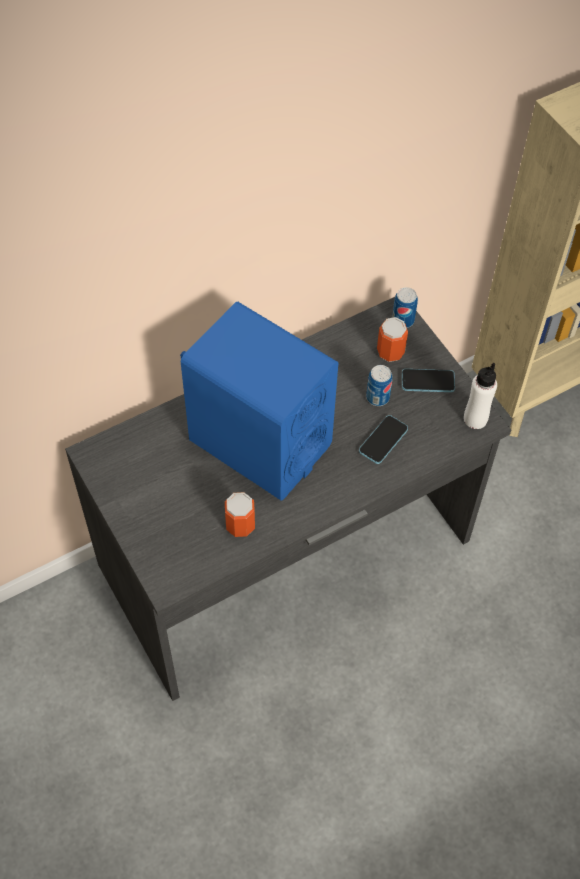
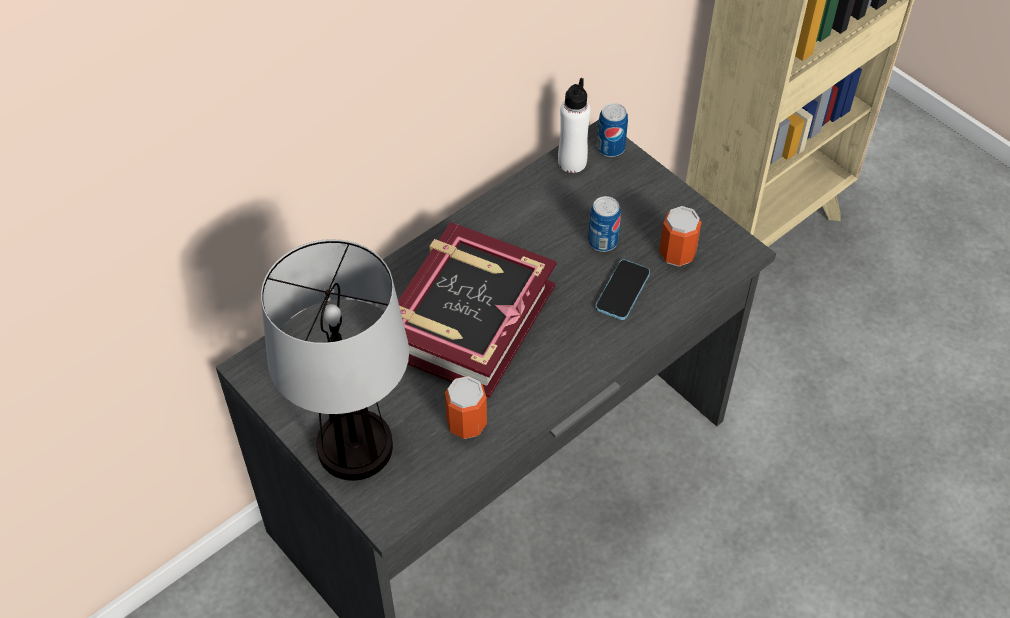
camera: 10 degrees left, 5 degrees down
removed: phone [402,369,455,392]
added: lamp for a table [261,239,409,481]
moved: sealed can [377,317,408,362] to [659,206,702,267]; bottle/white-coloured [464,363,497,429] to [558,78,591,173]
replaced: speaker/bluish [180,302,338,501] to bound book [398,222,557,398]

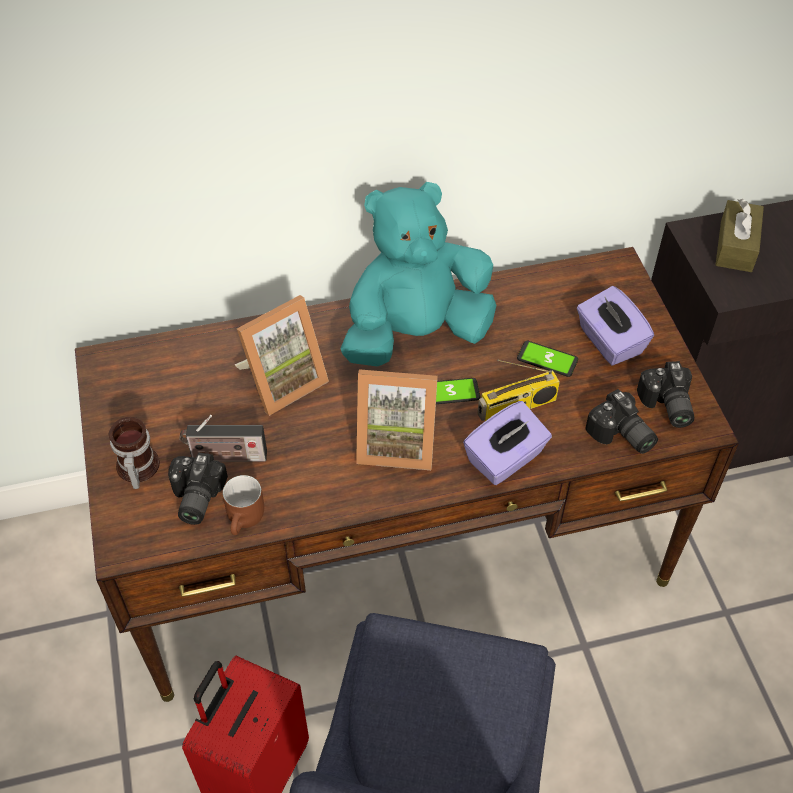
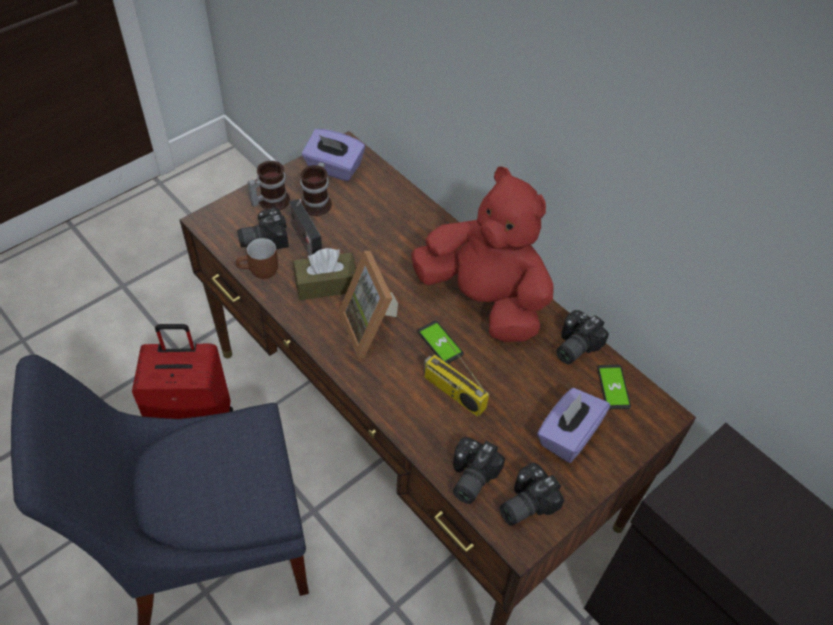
camera: 60 degrees right, 0 degrees up
removed: standing frame [235,295,329,416]
added: tea mug [300,162,332,216]; still camera [556,310,609,364]
moved: tissue box/purplish [463,401,552,485] to [302,129,365,181]; phone [517,341,578,377] to [597,365,631,409]; tissue box/brownish [716,199,764,272] to [293,248,356,300]
recoloured: soft toy/blue-green [340,182,496,366] to soft toy/reddish [411,167,554,342]

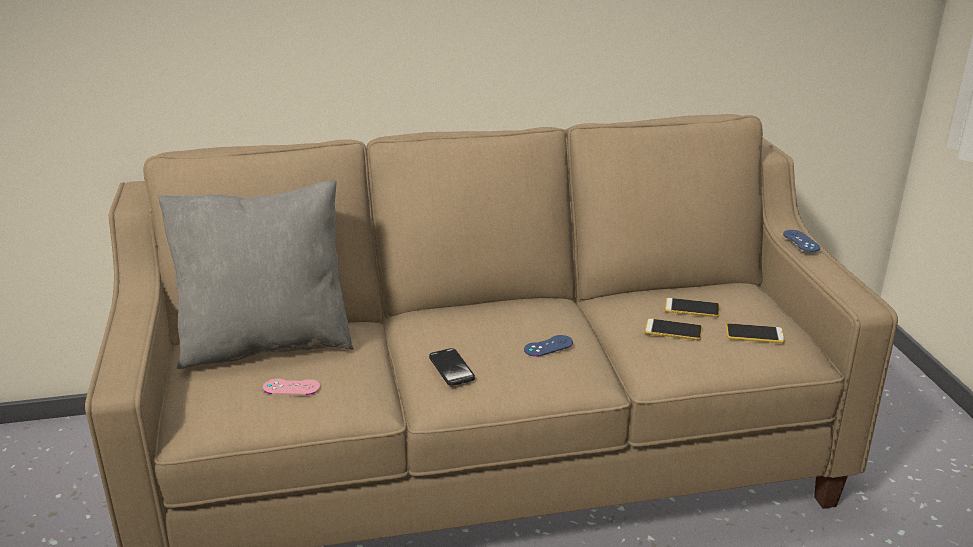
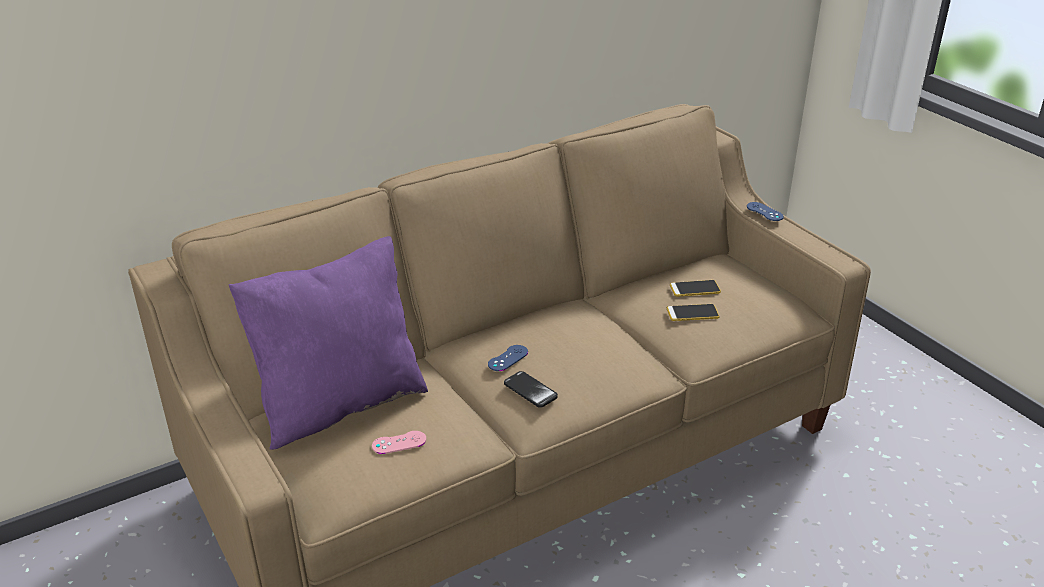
camera: 20 degrees left, 5 degrees up
removed: phone [726,323,785,343]
moved: game controller/bluish [524,335,573,357] to [488,345,528,371]
recoloured: pillow/gray [158,180,354,369] to pillow/purplish [229,236,428,450]

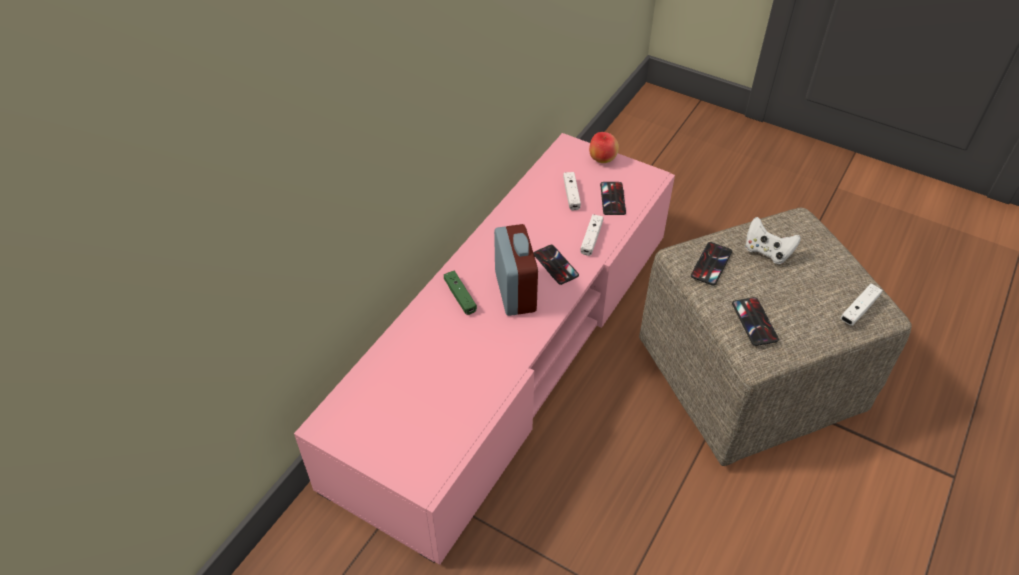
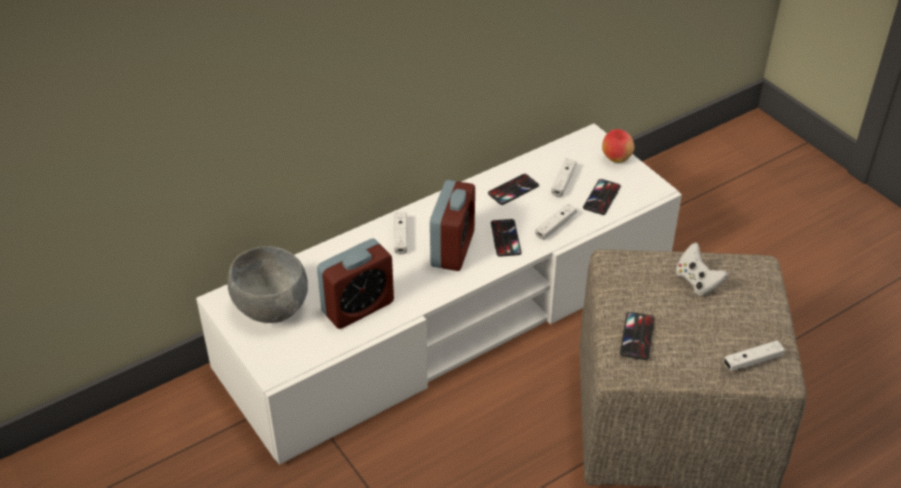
camera: 25 degrees right, 5 degrees down
added: deep dish/gray [227,246,308,323]; bedside clock [317,239,394,329]
moved: phone [691,242,732,286] to [488,174,539,205]
recoloured: media console/pinkish [294,133,675,565] to media console/white-coloured [196,123,682,465]; game controller/green-coloured [444,271,477,315] to game controller/white-coloured [394,212,407,254]

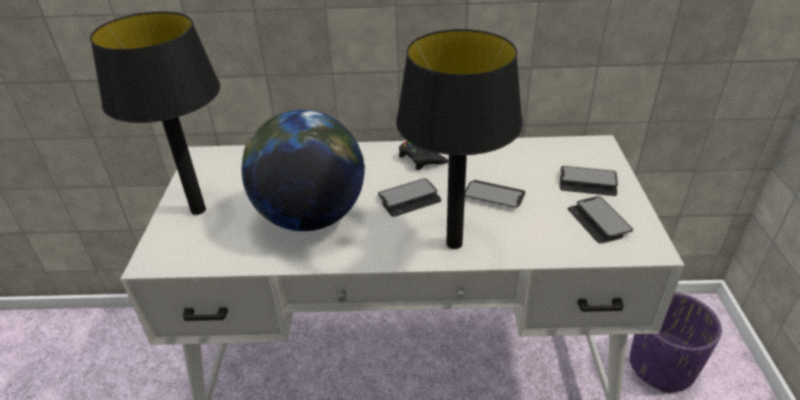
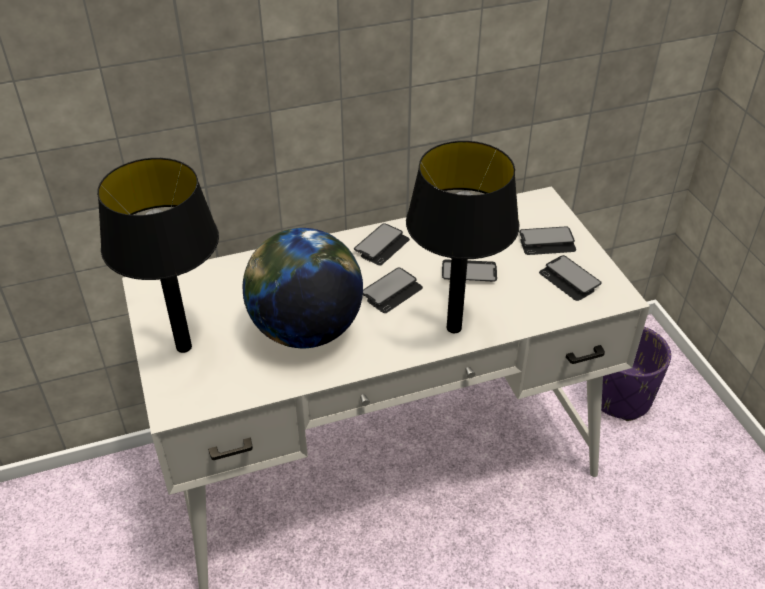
camera: 20 degrees left, 5 degrees up
replaced: game controller/blackish [399,141,448,170] to phone [354,223,410,266]

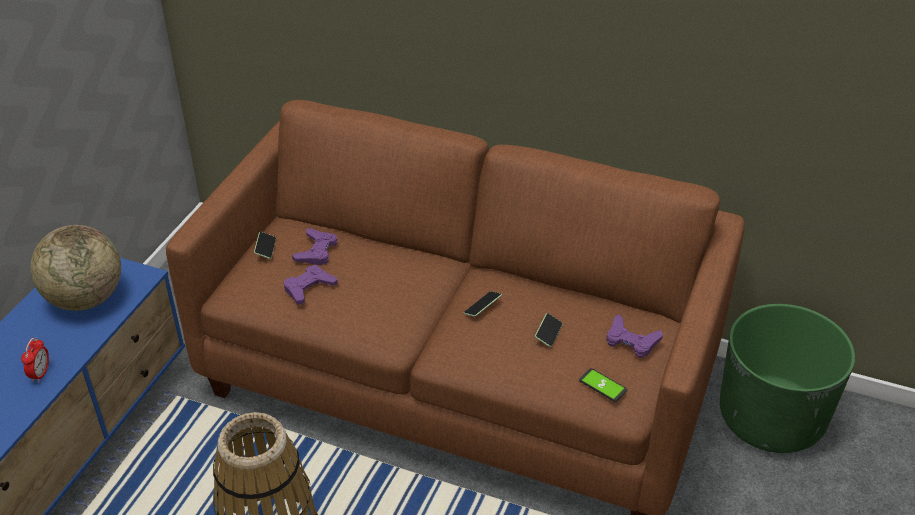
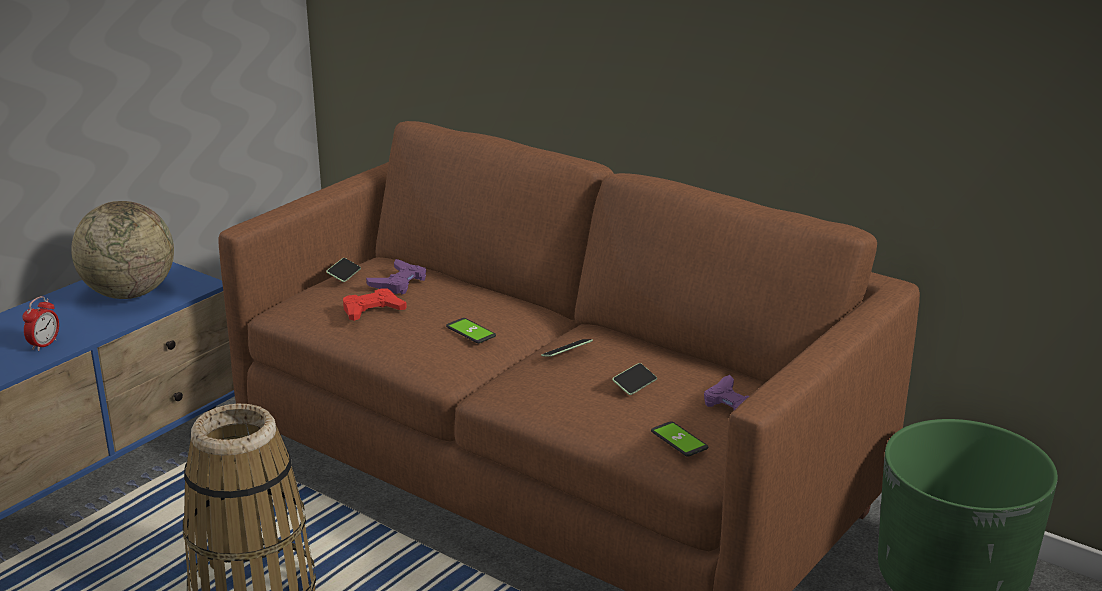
camera: 15 degrees right, 15 degrees down
added: phone [446,318,496,343]
recoloured: game controller/purplish [284,265,338,305] to game controller/reddish [343,289,407,321]

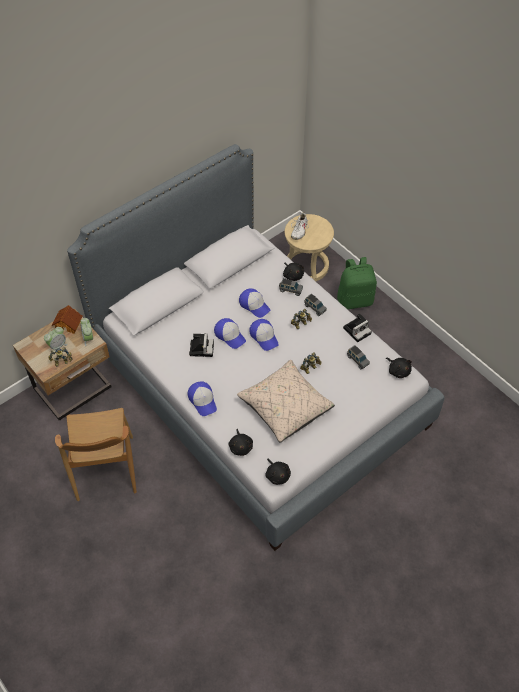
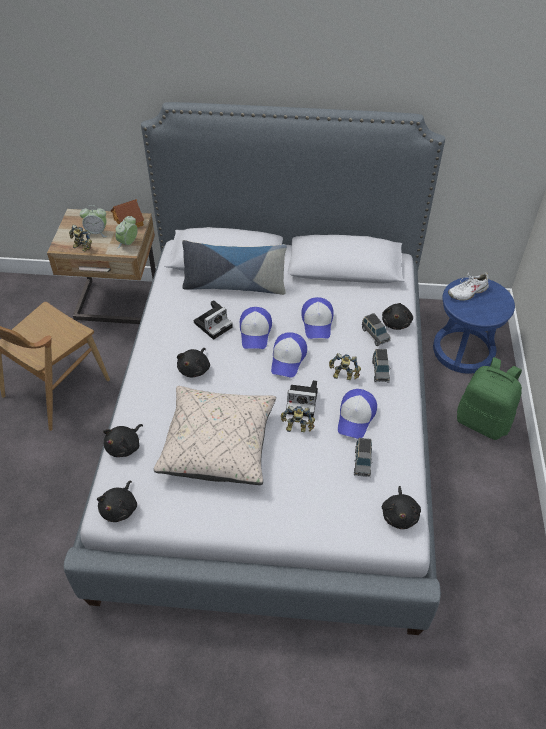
camera: 45 degrees right, 5 degrees down
added: soft toy/blackish [177,348,210,378]; pillow [182,240,287,295]
moved: peaked cap [188,381,217,416] to [338,389,377,439]; still camera [343,313,372,342] to [286,380,318,417]
recoloured: stool seat/sand-coloured [284,214,334,281] to stool seat/bluish [433,277,515,374]

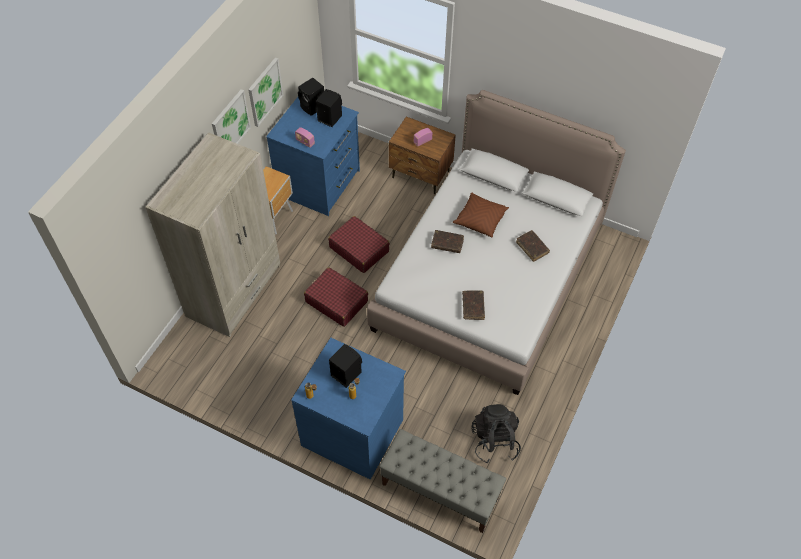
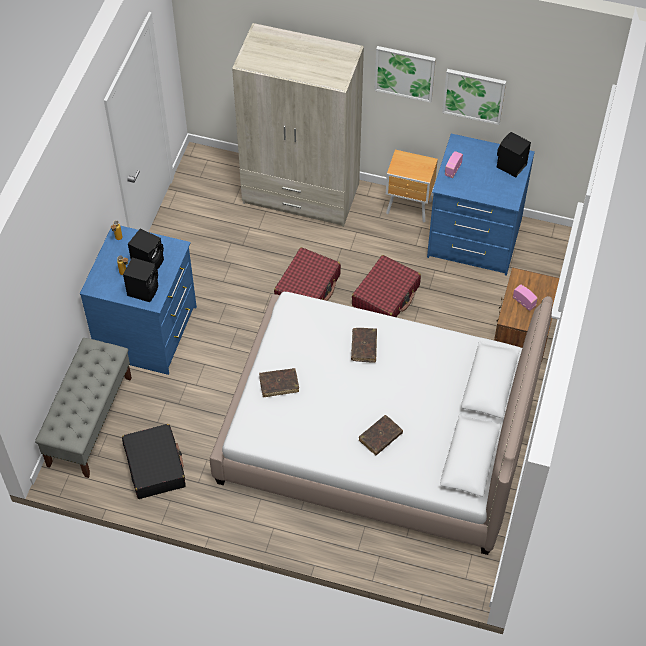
camera: 80 degrees right, 0 degrees up
removed: pillow/brownish [453,192,509,238]
moved: speaker/blackish [316,89,342,127] to [123,258,158,302]
replaced: knapsack/blackish [472,404,521,463] to travel case/blackish [122,424,186,499]

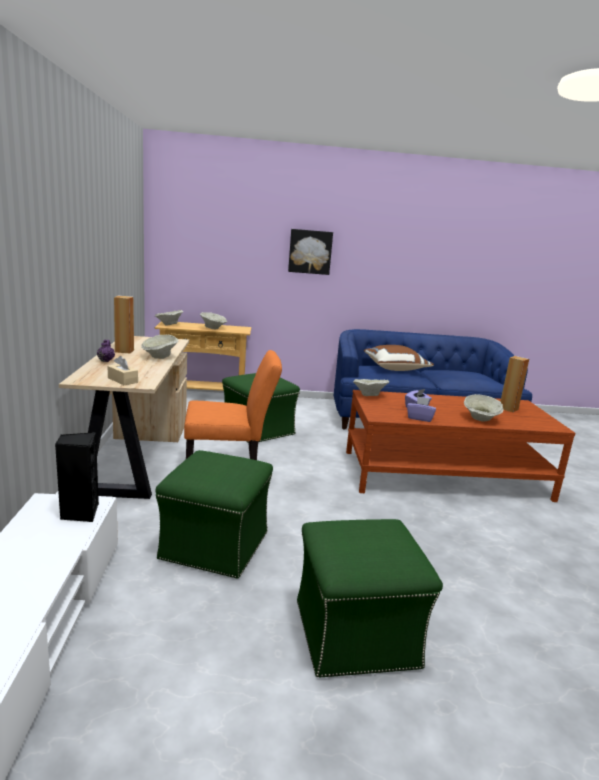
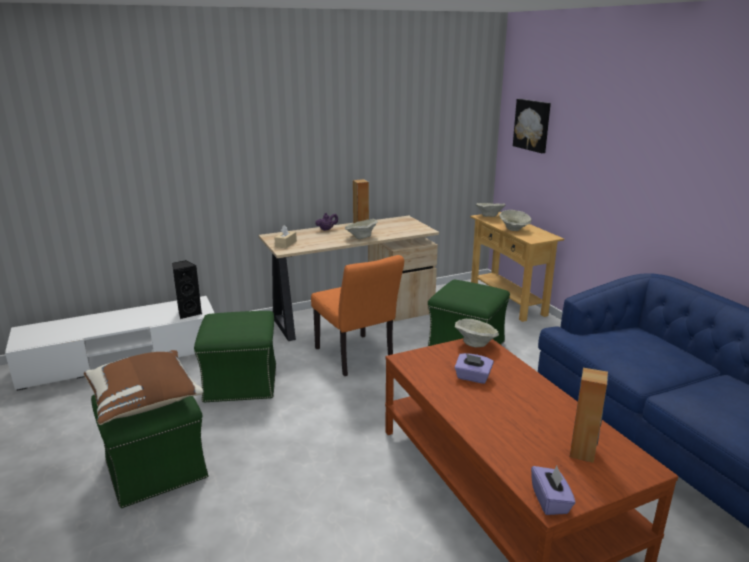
camera: 70 degrees right, 5 degrees up
removed: deep dish/sand-coloured [464,394,503,422]
moved: wall picture [288,229,333,275] to [513,99,551,153]; pillow/brownish [364,345,434,371] to [84,350,203,425]; tissue box/purplish [407,397,436,422] to [531,466,576,515]

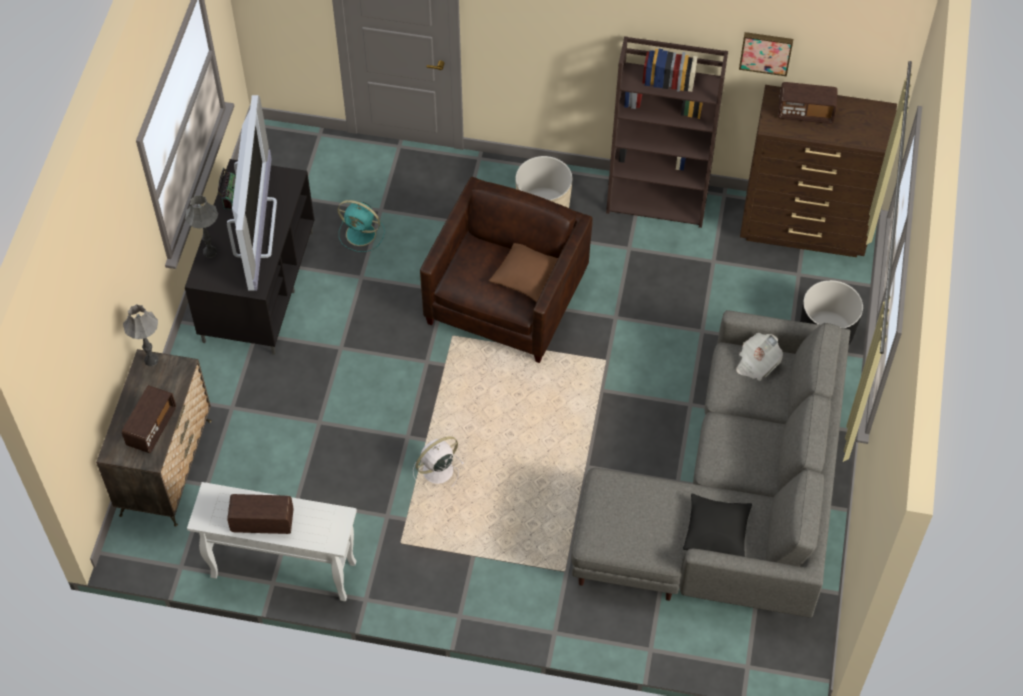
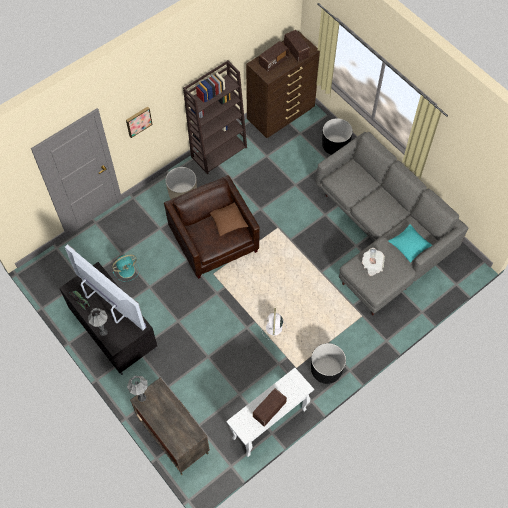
camera: 50 degrees left, 5 degrees up
added: flower pot/blackish [311,343,346,384]
moved: radio receiver [122,385,176,453] to [284,30,310,62]; newspaper [736,333,783,381] to [362,248,385,276]; wall picture [739,32,793,76] to [126,107,152,138]
recoloured: pillow/blackish [683,494,752,557] to pillow/blue-green [388,224,432,263]

